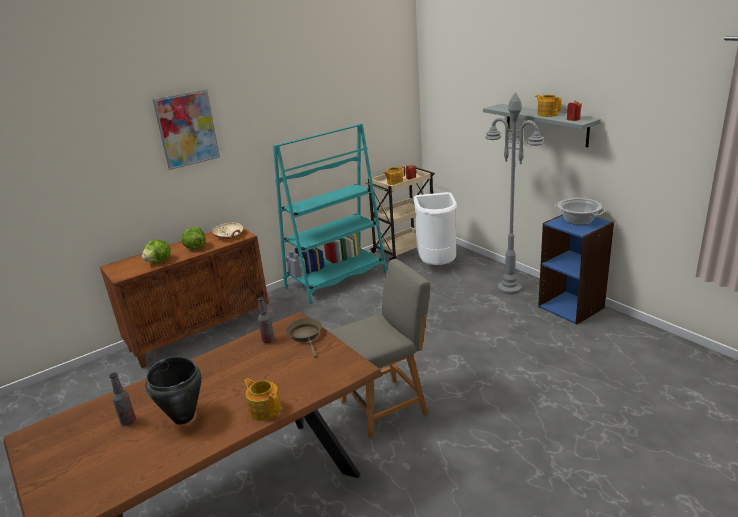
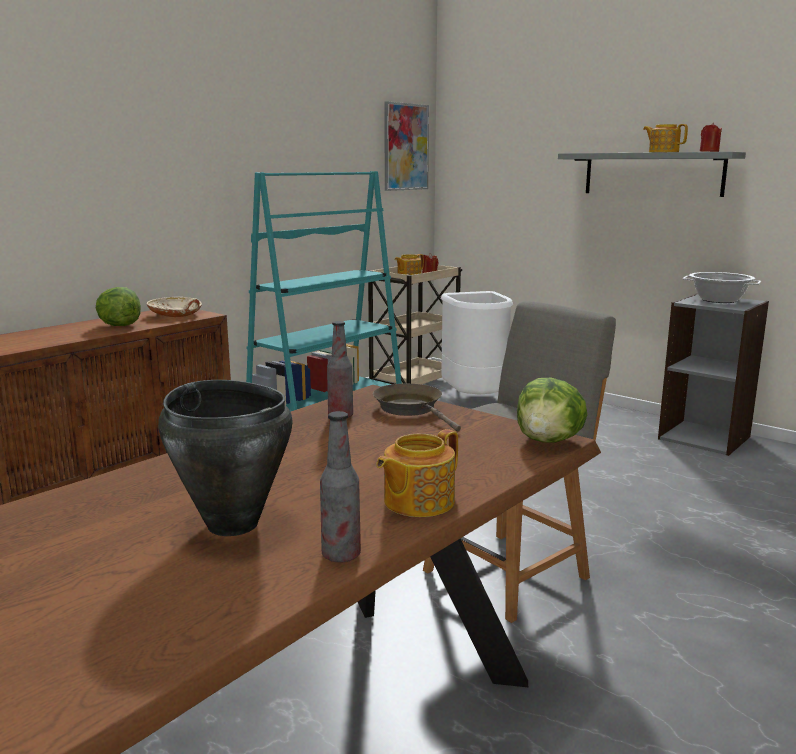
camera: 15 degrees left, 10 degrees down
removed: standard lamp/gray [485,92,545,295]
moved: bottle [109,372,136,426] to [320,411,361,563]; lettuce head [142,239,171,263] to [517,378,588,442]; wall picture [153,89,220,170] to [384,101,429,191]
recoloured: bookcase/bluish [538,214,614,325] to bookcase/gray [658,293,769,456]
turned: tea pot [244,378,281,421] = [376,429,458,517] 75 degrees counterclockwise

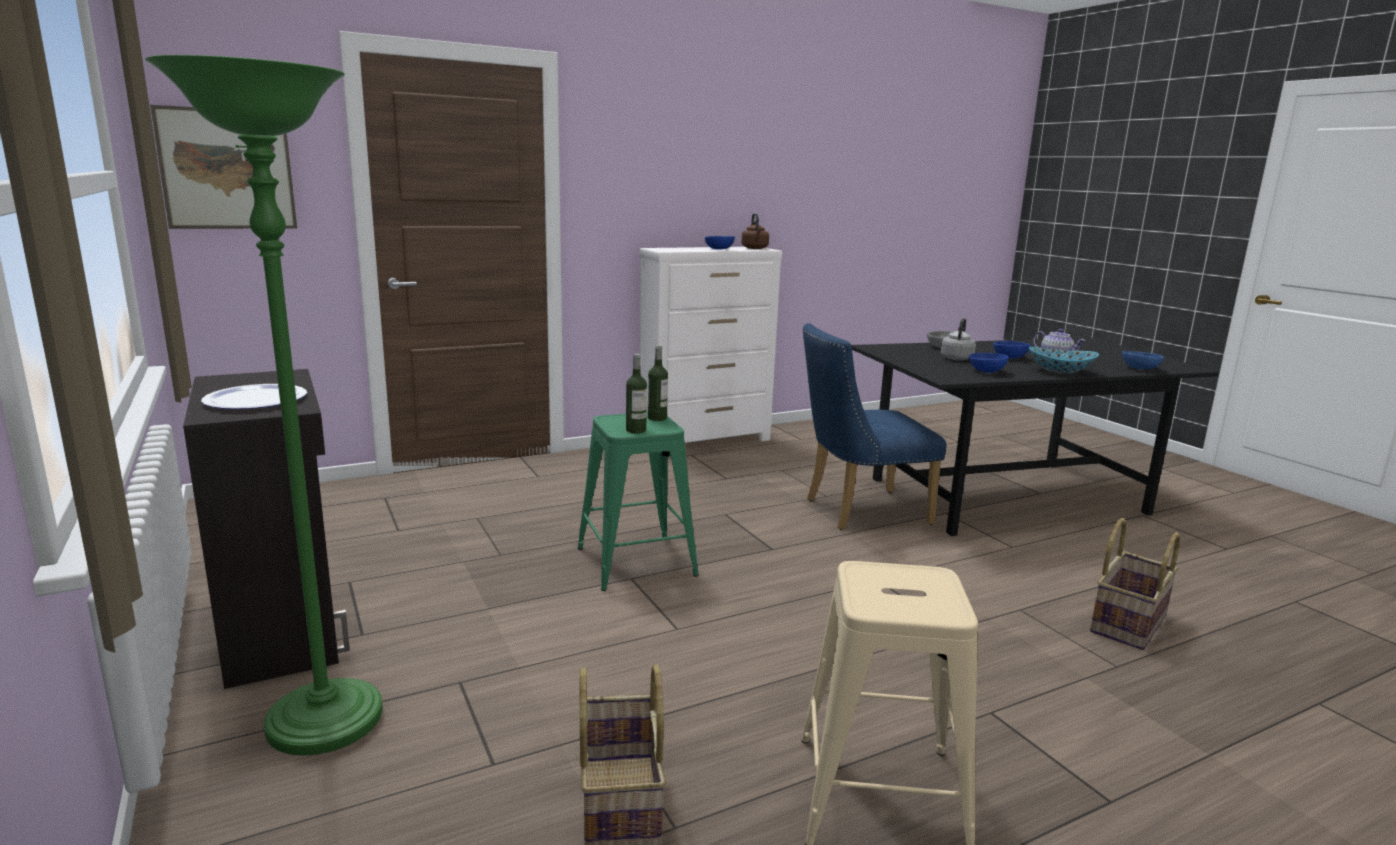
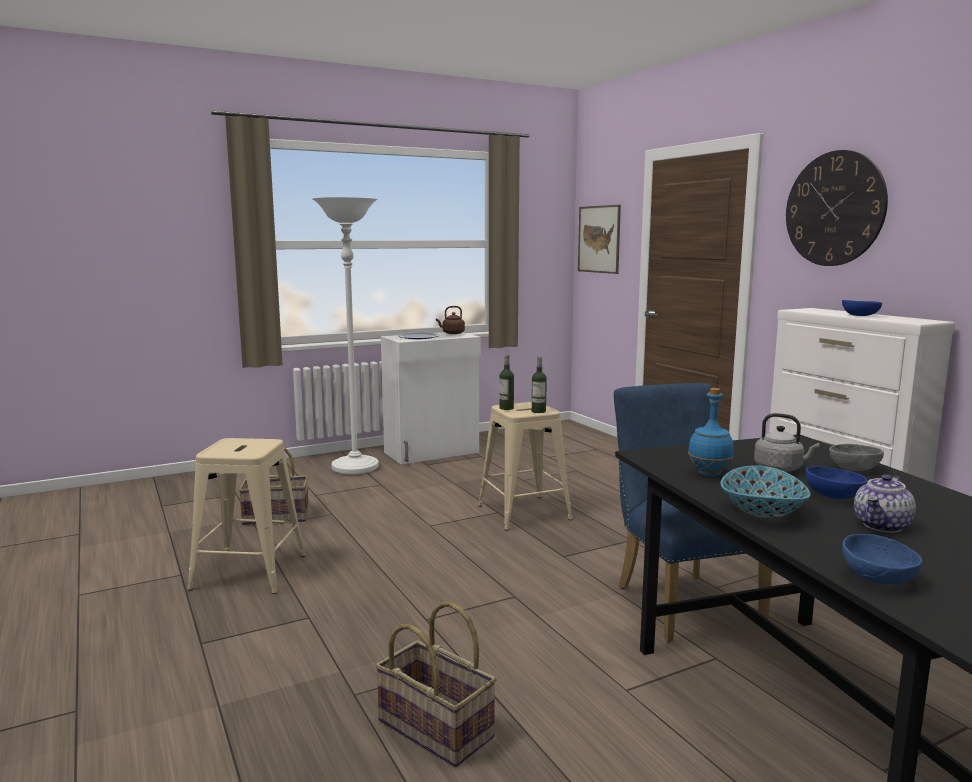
camera: 90 degrees right, 5 degrees down
added: hanging clock [786,150,888,266]
moved: water kettle/brownish [741,213,769,249] to [436,306,465,334]
replaced: deep dish/bluish [969,353,1008,373] to bottle/bluish [688,388,734,477]
recoloured: standard lamp/green-coloured [145,55,383,756] to standard lamp/white-coloured [312,197,379,475]; cupboard/blackish [183,369,350,689] to cupboard/white-coloured [381,332,481,464]; stool seat/green-coloured [577,412,699,591] to stool seat/sand-coloured [478,402,572,531]

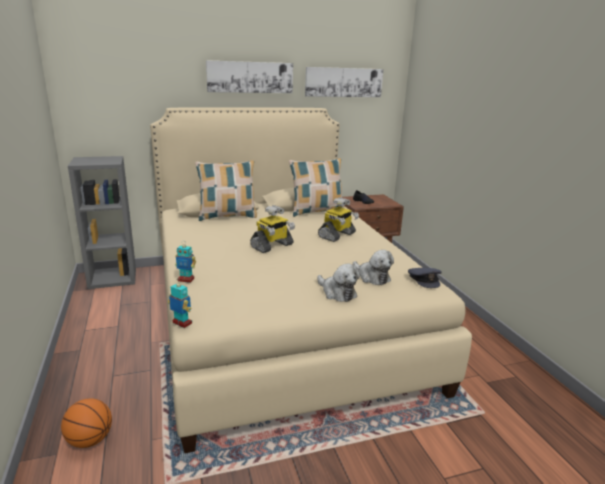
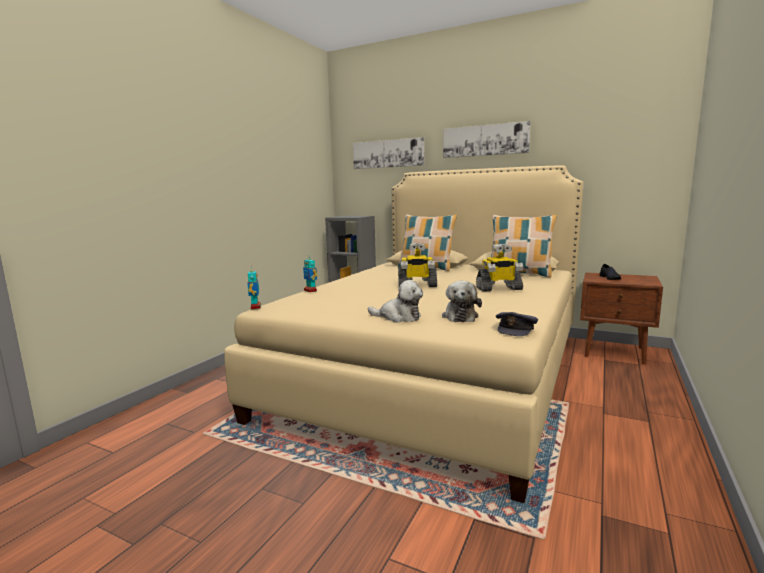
camera: 45 degrees right, 10 degrees down
removed: basketball ball [61,398,112,448]
moved: wall picture [305,67,384,97] to [353,137,424,169]
turned: soft toy [317,264,360,302] = [368,280,423,322] 75 degrees counterclockwise

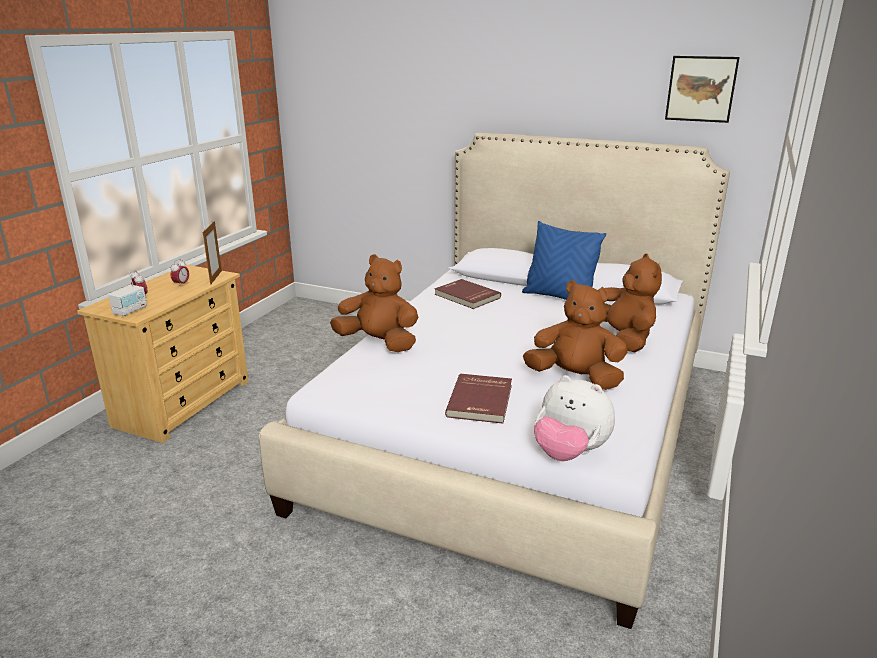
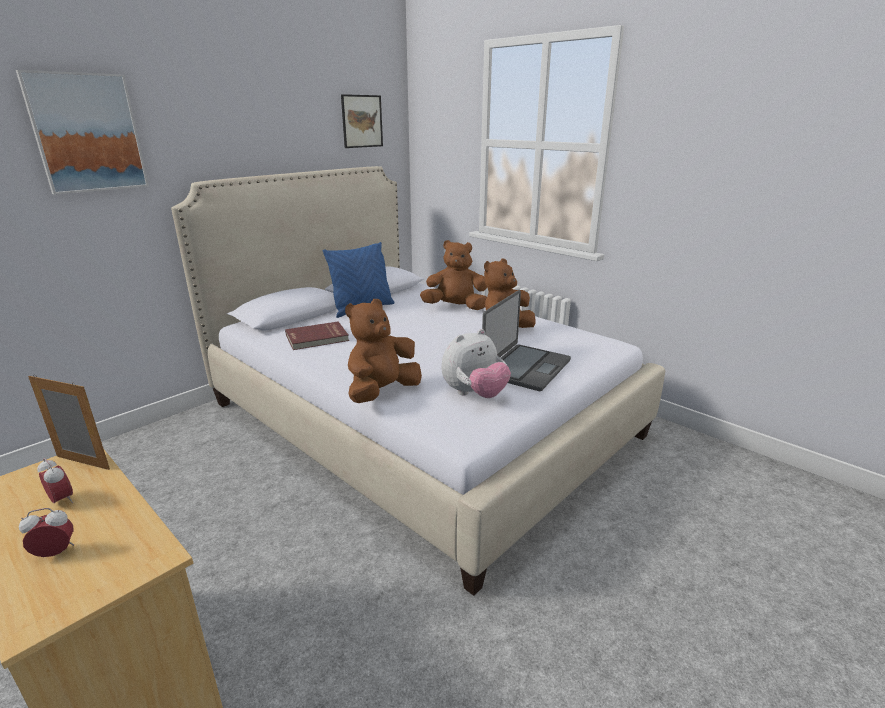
camera: 70 degrees left, 0 degrees up
removed: radio receiver [109,271,147,316]
added: wall picture [16,70,149,195]
moved: soft toy [534,375,615,461] to [442,329,511,398]
replaced: bound book/reddish [445,374,512,424] to notebook computer [482,290,571,391]

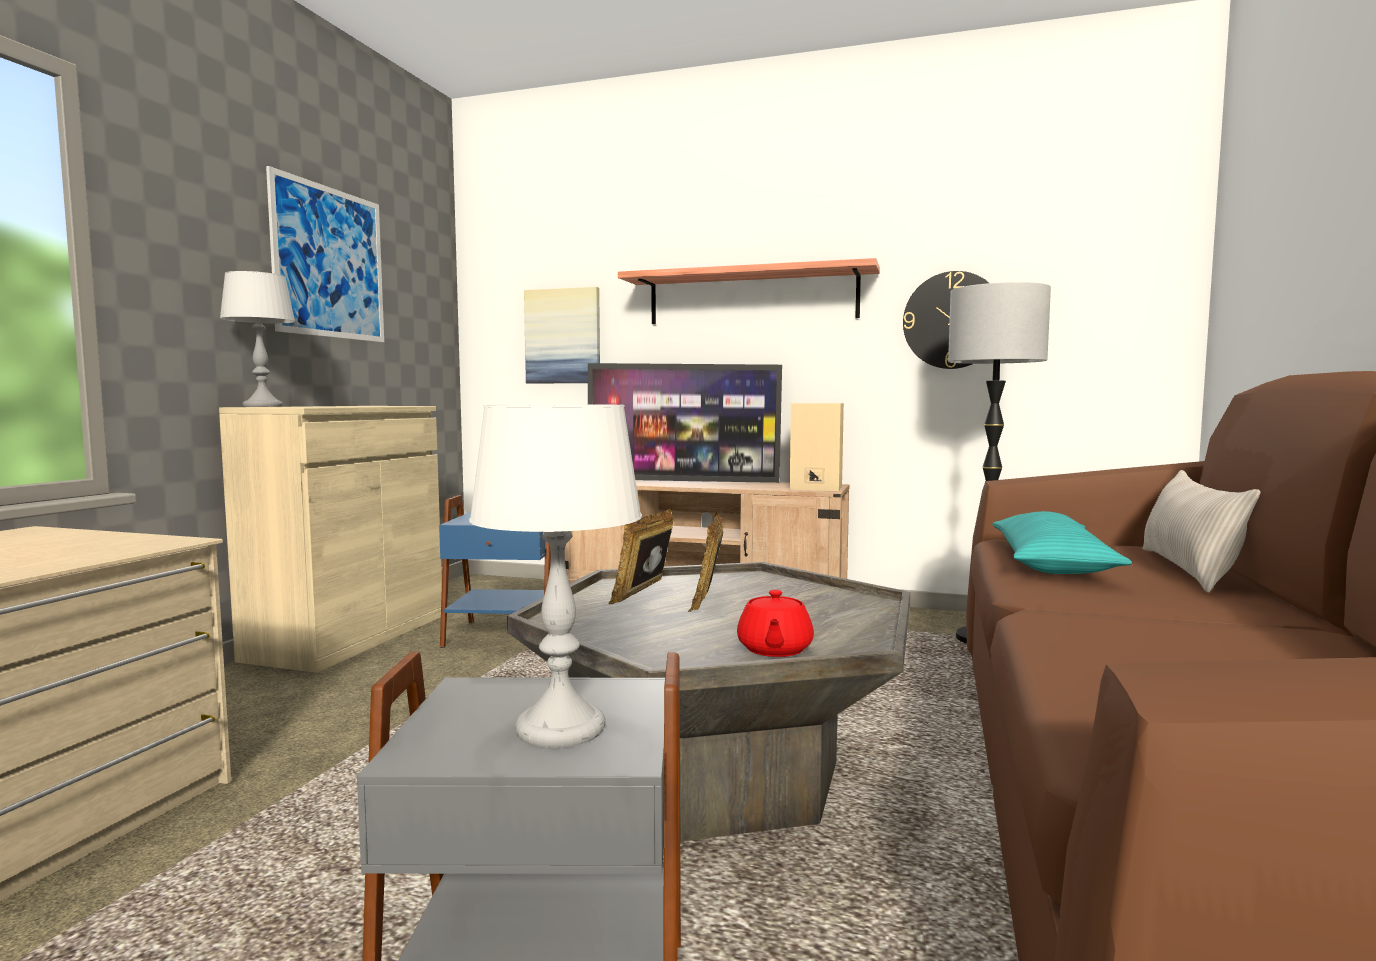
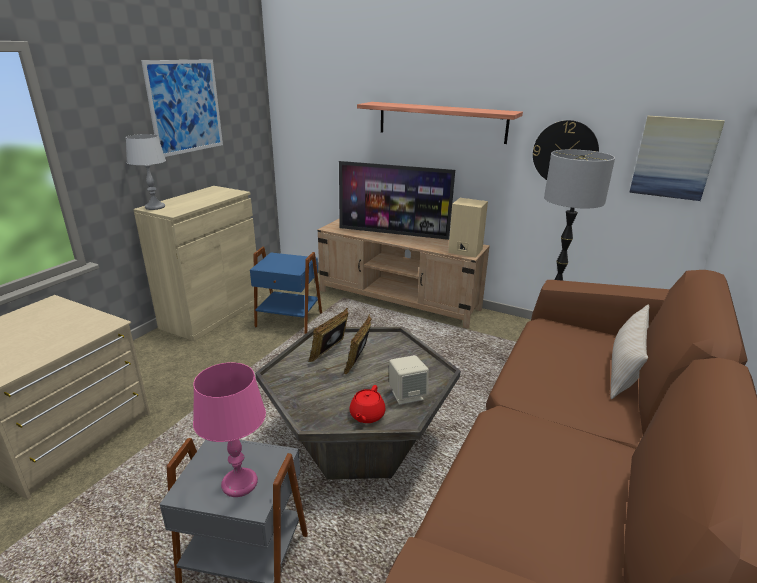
camera: 10 degrees right, 20 degrees up
removed: pillow/blue-green [992,511,1132,574]
added: speaker/sand-coloured [389,355,429,405]
moved: wall picture [524,287,600,384] to [629,116,725,201]
recoloured: lamp for a table/white-coloured [469,404,642,748] to lamp for a table/pinkish [193,362,266,497]

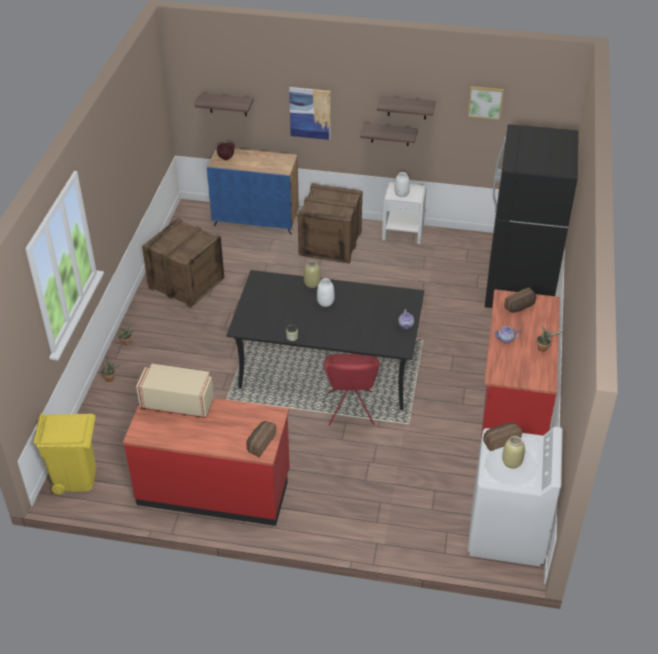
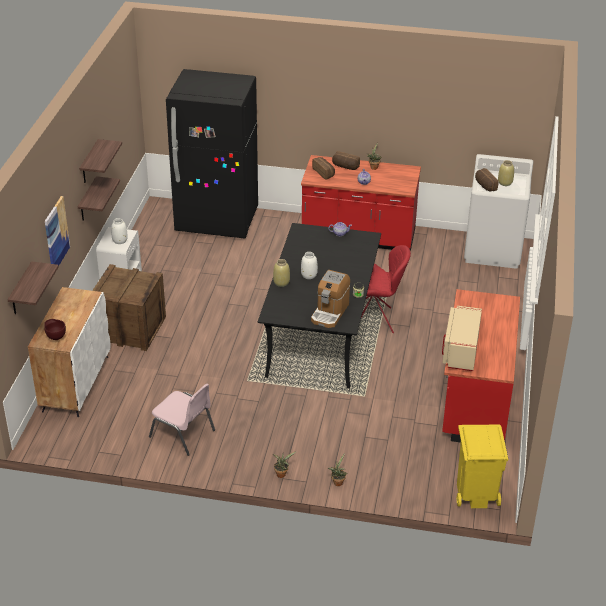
camera: 90 degrees left, 5 degrees down
removed: wall picture [468,86,504,120]
added: coffee maker [311,270,350,328]
moved: baked bread [247,421,276,457] to [332,151,360,170]
replaced: crate [142,218,224,308] to upright chair/pinkish [149,384,215,456]
recoloured: cupboard/bluish [207,147,299,235] to cupboard/white-coloured [28,287,111,417]

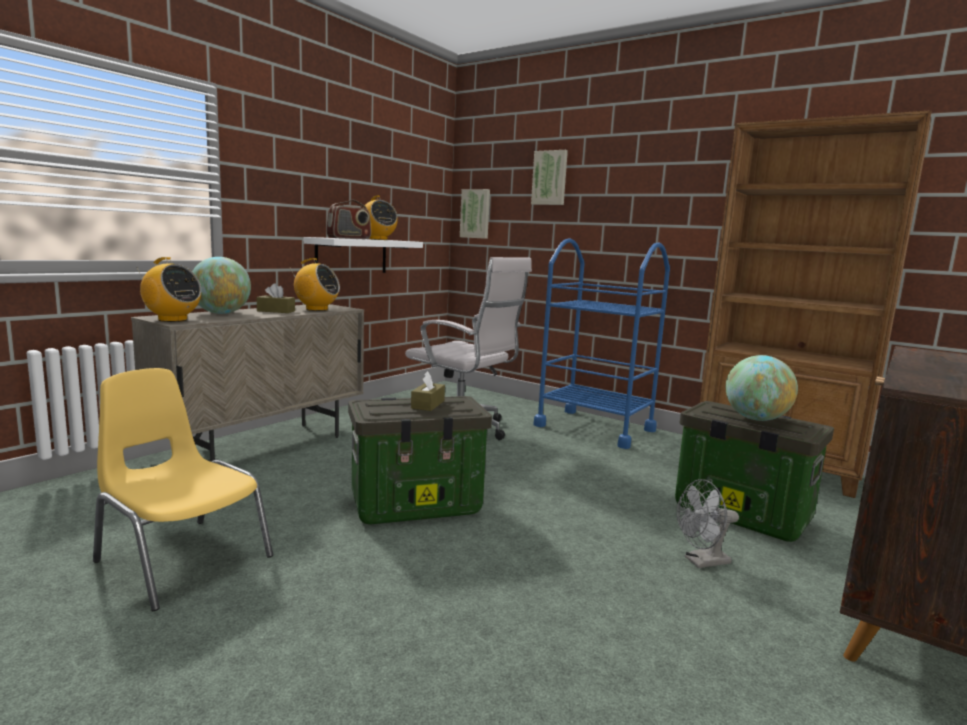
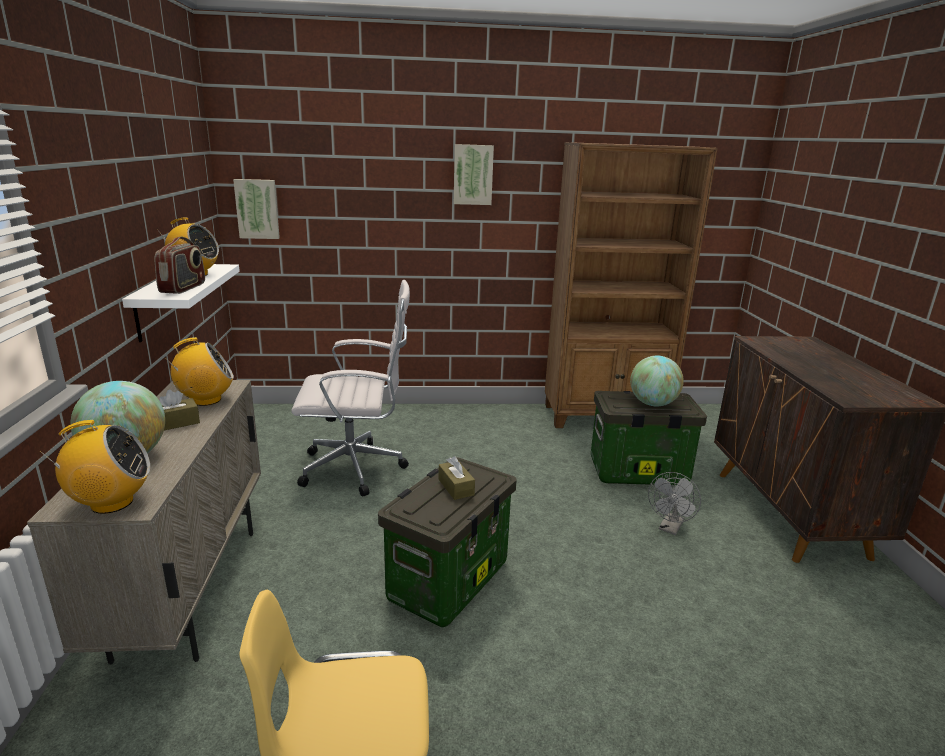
camera: 40 degrees left, 10 degrees up
removed: cart/bluish [533,238,670,449]
moved: wall picture [531,150,568,205] to [454,144,494,205]

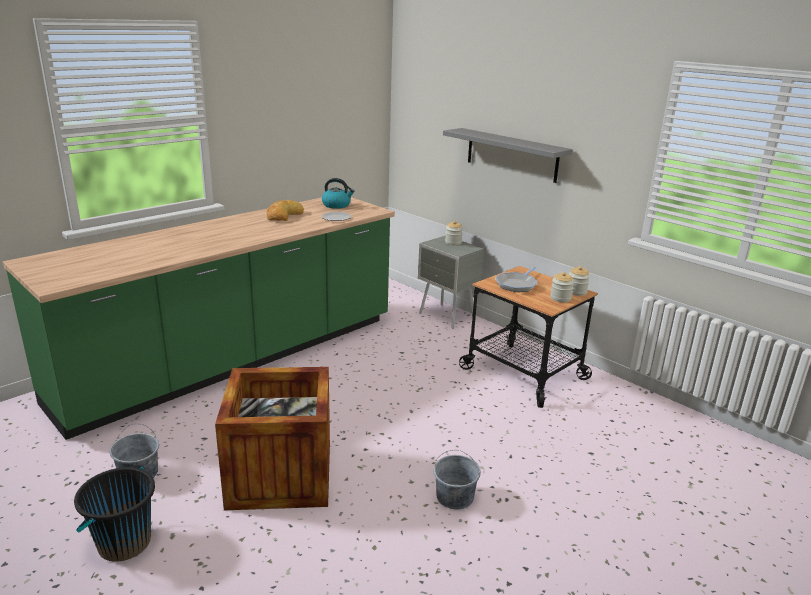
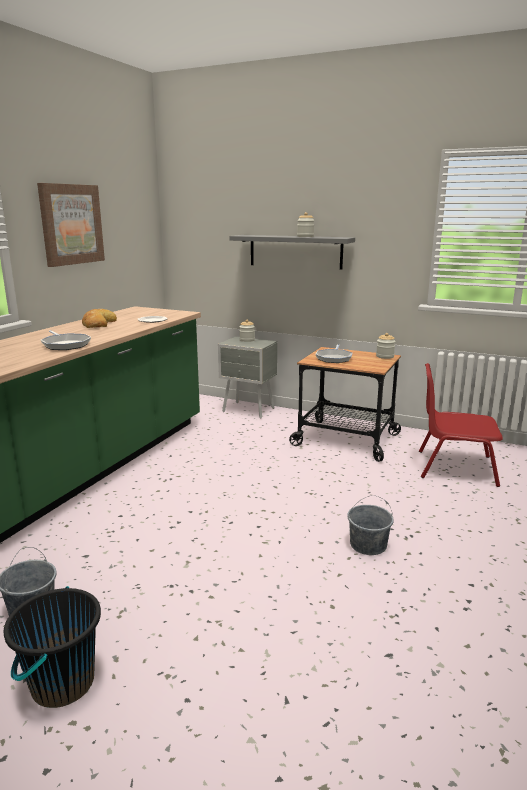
camera: 20 degrees left, 5 degrees down
removed: crate [215,367,330,510]; water kettle [322,178,355,209]
added: wall picture [37,183,105,267]; pan [41,330,91,350]; upright chair/reddish [419,363,503,487]
moved: storage jar [550,272,574,302] to [297,212,314,237]

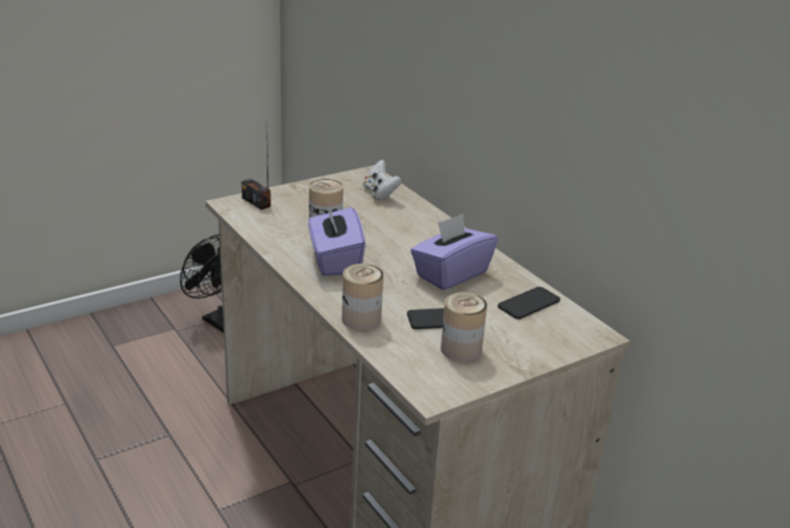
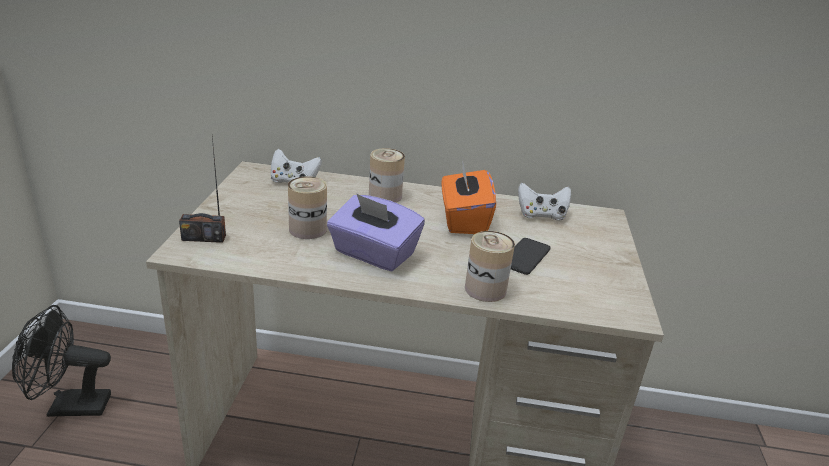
camera: 50 degrees left, 0 degrees up
moved: sealed can [441,292,487,362] to [369,148,405,203]
replaced: phone [498,287,560,319] to game controller/white-coloured [518,183,571,221]
recoloured: tissue box/purplish [411,214,498,290] to tissue box/orange-coloured [442,159,496,234]

